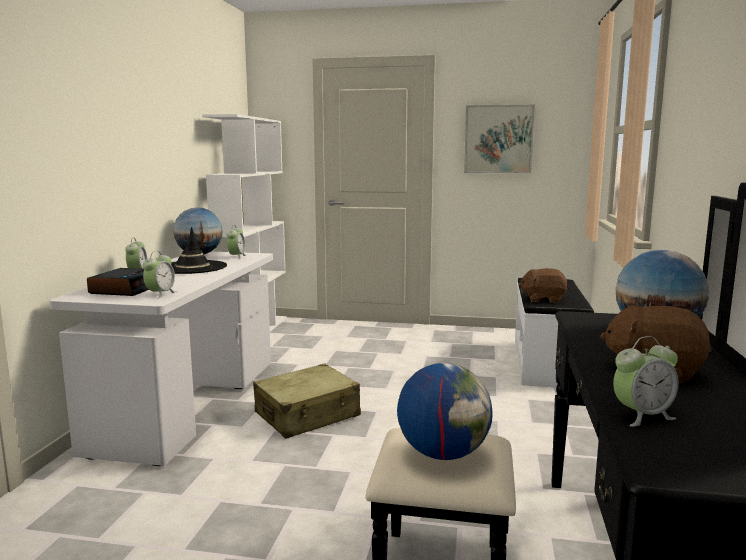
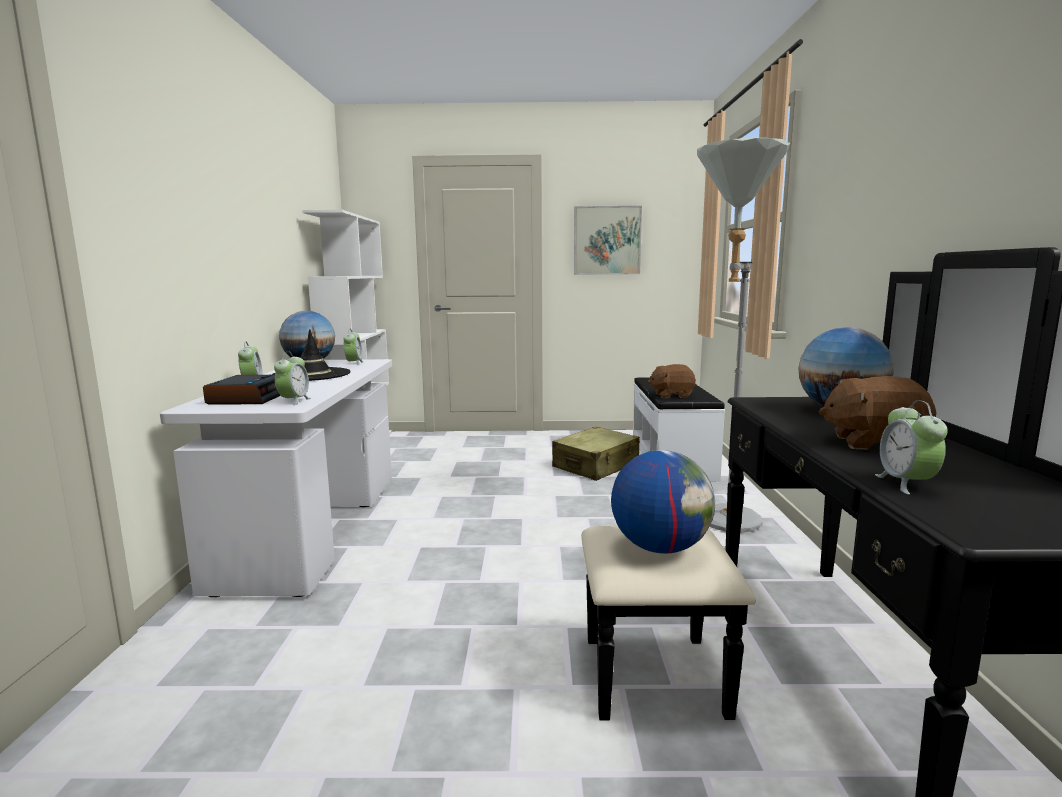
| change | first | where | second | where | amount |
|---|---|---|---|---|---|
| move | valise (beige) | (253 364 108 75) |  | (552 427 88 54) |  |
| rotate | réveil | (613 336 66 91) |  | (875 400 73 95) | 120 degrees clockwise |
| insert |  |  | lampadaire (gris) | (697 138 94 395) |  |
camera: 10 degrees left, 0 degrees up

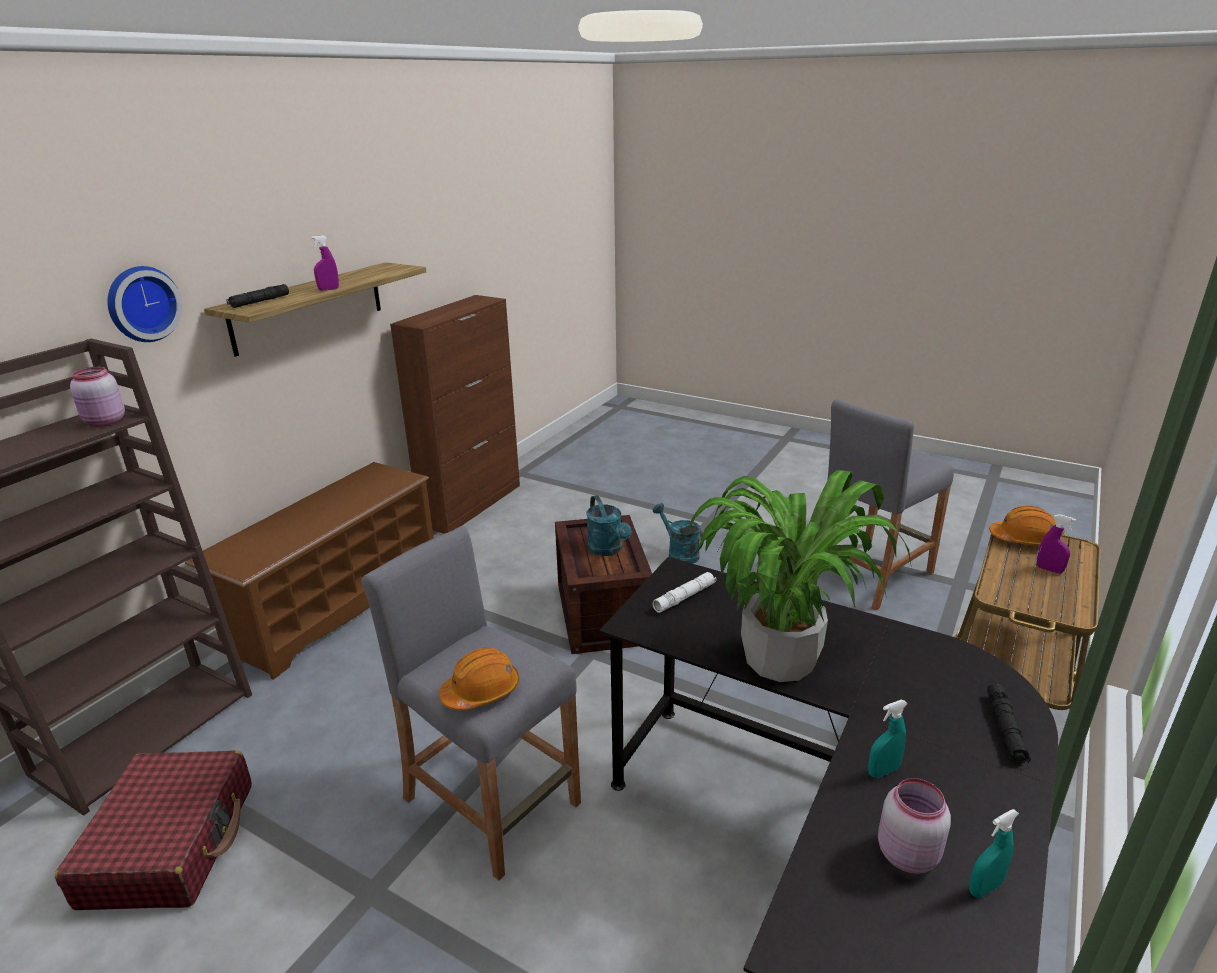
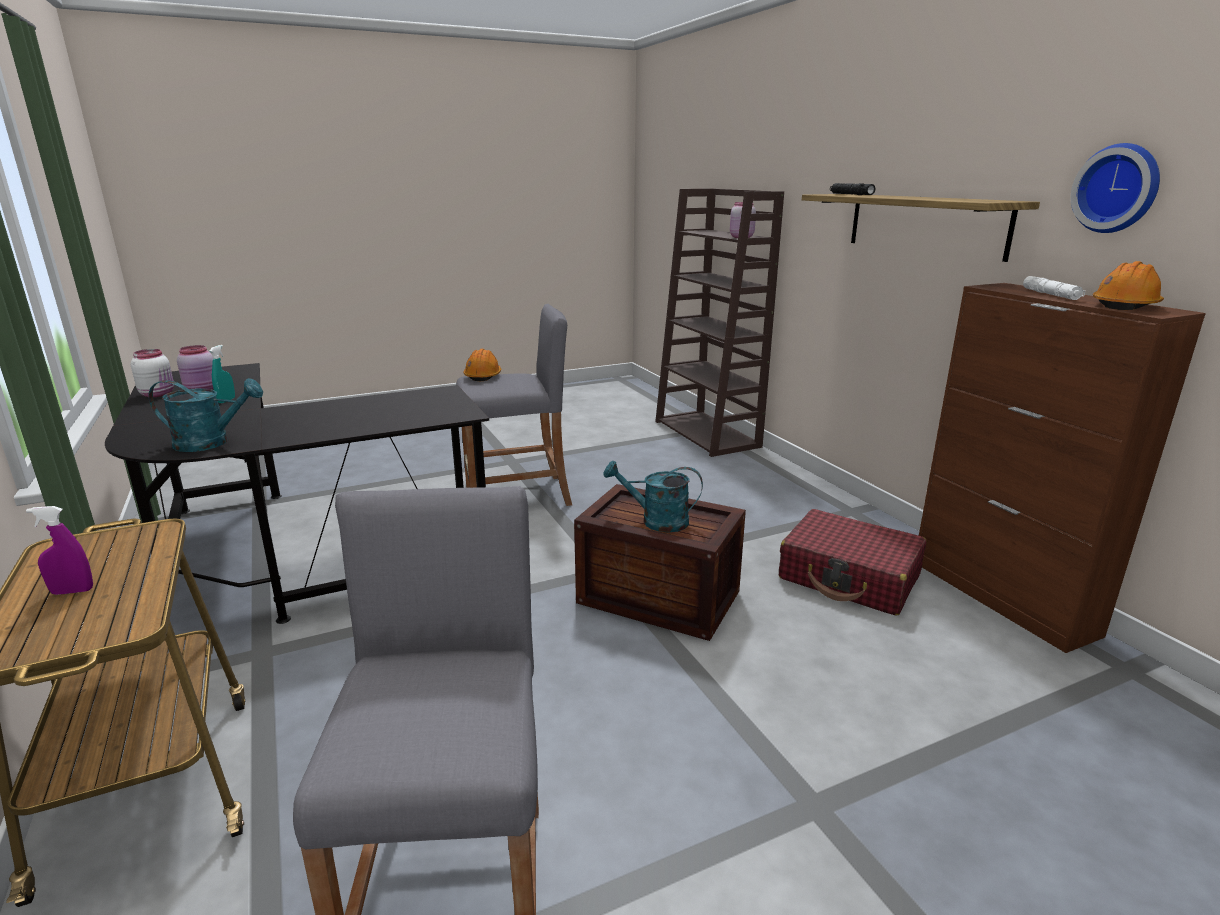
| change | first | where | second | where | amount |
|---|---|---|---|---|---|
| move | valise (rouge) | (55 750 197 160) |  | (779 509 148 107) |  |
| move | horloge murale | (107 266 76 76) |  | (1071 143 89 90) |  |
| delete | étagère à chaussures (marron) | (185 462 249 218) |  |  |  |
| delete | vaporisateur (violet) | (311 235 28 56) |  |  |  |
| move | lampe de poche (blanc) | (652 572 65 41) |  | (1023 276 62 24) |  |
| move | arrosoir (turquoise) | (653 503 51 61) |  | (149 378 114 74) |  |
| delete | plante en pot | (687 470 224 212) |  |  |  |
| replace | vaporisateur (turquoise) | (969 809 50 89) | bocal (blanc) | (131 349 43 48) |  |
| delete | lampe de poche (noir) | (987 683 44 80) |  |  |  |
| move | casque de chantier (orange) | (989 506 67 40) |  | (1093 261 71 49) |  |
camera: 125 degrees right, 5 degrees down

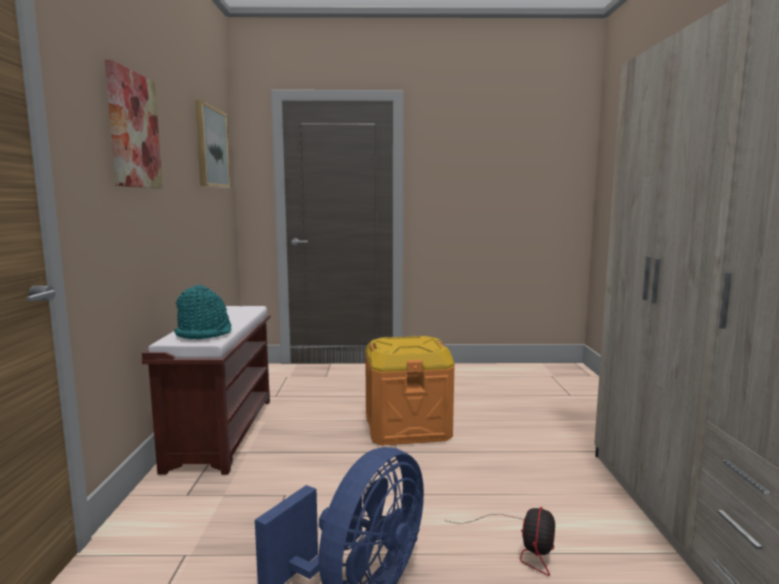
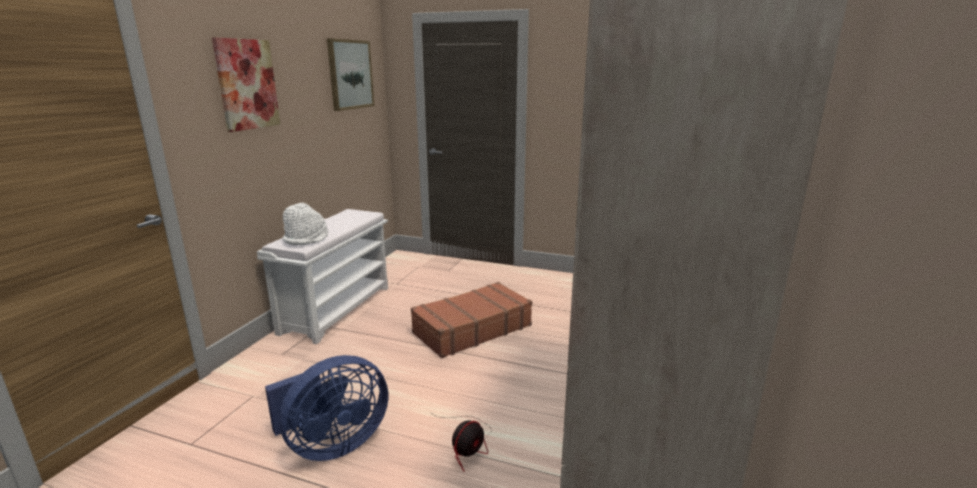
| change | first | where | second | where | amount |
|---|---|---|---|---|---|
| recolor | banc (marron) | (142 306 128 169) | banc (blanc) | (257 209 131 135) |  |
| recolor | chapeau (turquoise) | (174 285 57 54) | chapeau (blanc) | (282 202 46 43) |  |
| replace | boîte de rangement (orange) | (365 336 90 109) | valise (marron) | (411 282 121 76) |  |
camera: 20 degrees right, 10 degrees up

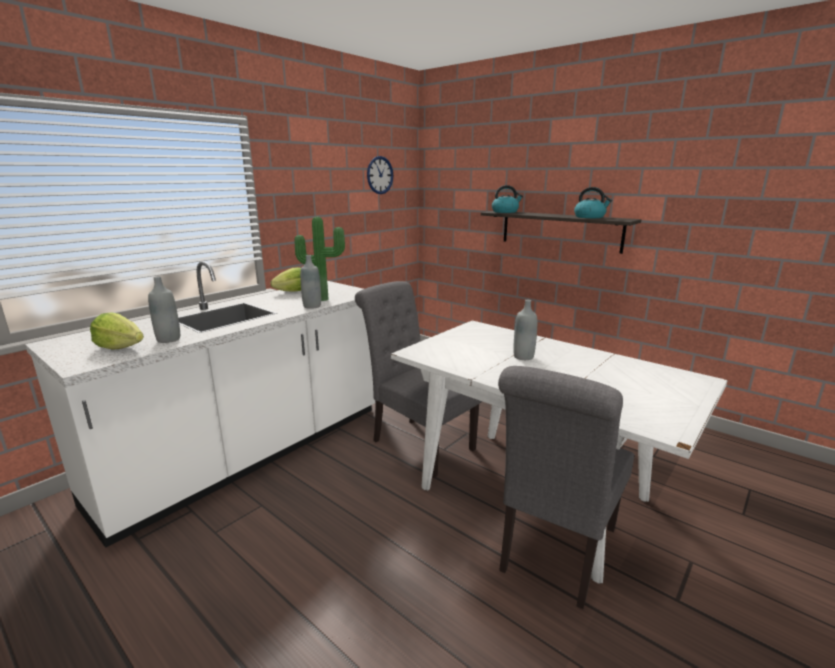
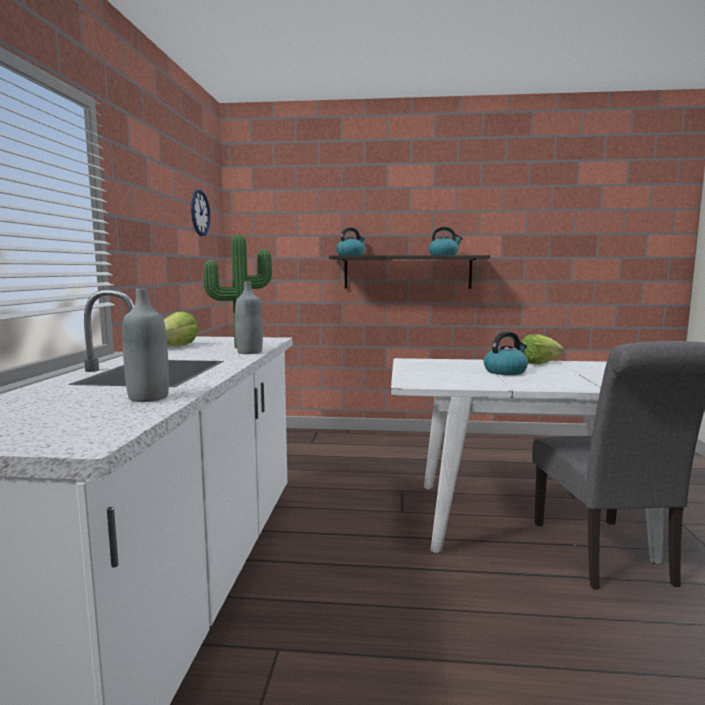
| change | first | where | second | where | amount |
|---|---|---|---|---|---|
| move | laitue | (90 312 54 38) |  | (521 334 42 30) |  |
| delete | chaise (gris) | (355 281 127 197) |  |  |  |
| replace | bouteille (gris) | (513 300 24 60) | bouilloire | (484 331 44 44) |  |
camera: 35 degrees left, 10 degrees down

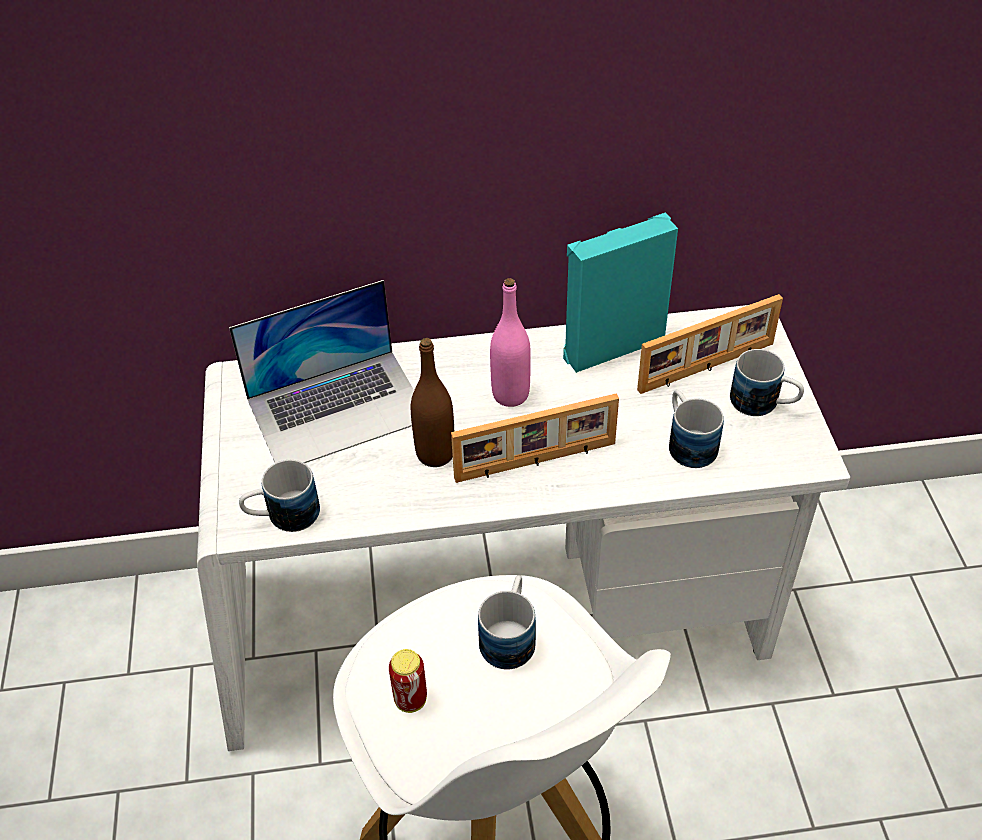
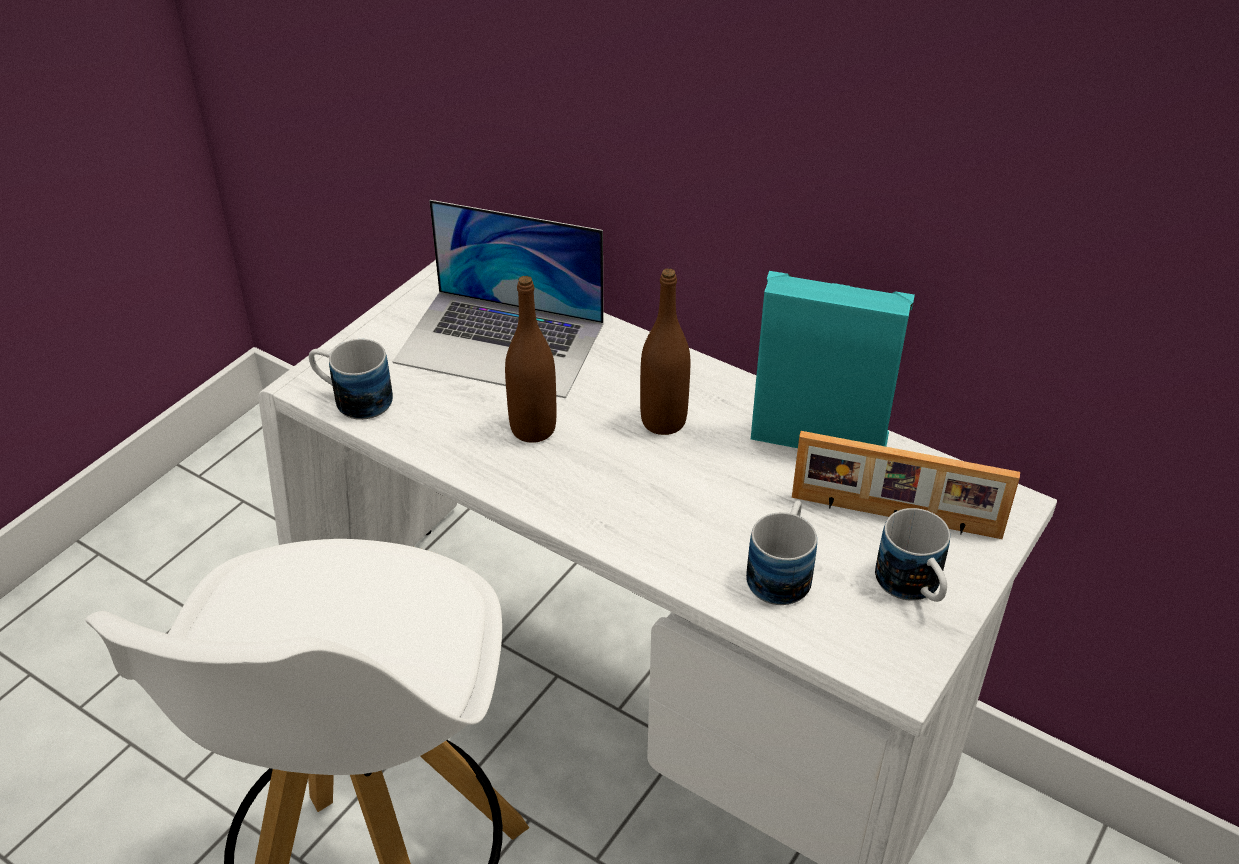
| change | first | where | second | where | amount |
|---|---|---|---|---|---|
| delete | boîte métallique | (389 649 38 64) |  |  |  |
| delete | cadre photo | (451 393 168 90) |  |  |  |
| delete | mug | (478 575 58 95) |  |  |  |
| recolor | bouteille (rose) | (490 278 41 129) | bouteille (marron) | (640 269 50 166) |  |
camera: 40 degrees right, 5 degrees down

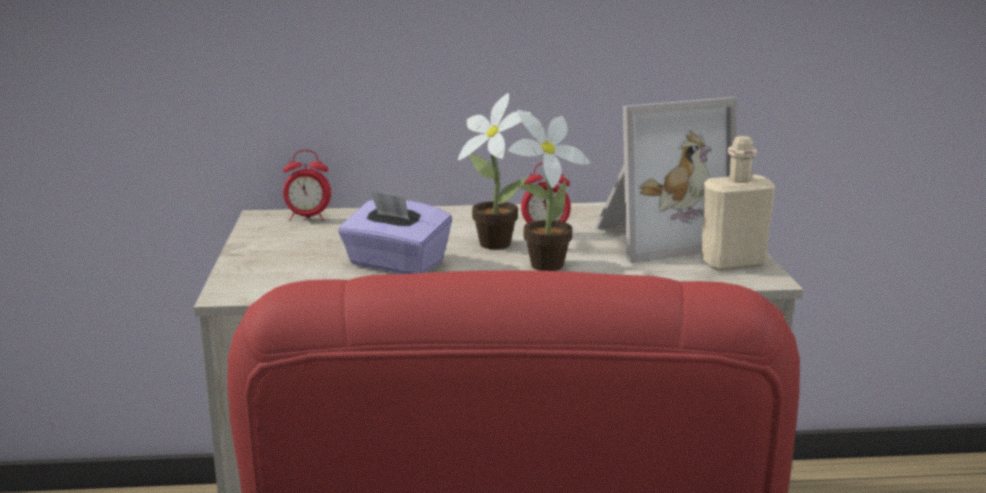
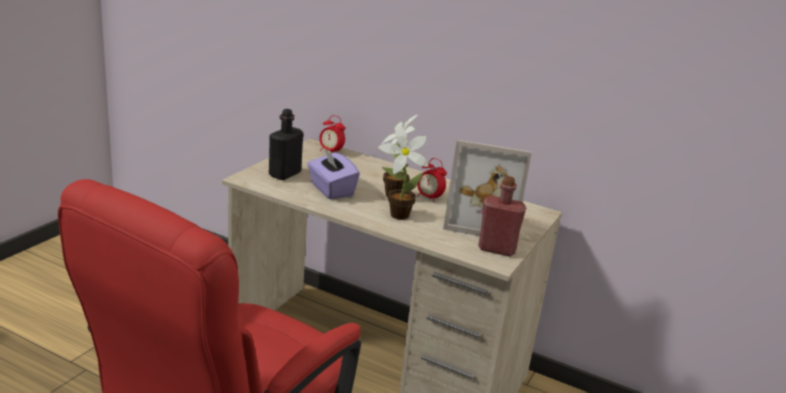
| change | first | where | second | where | amount |
|---|---|---|---|---|---|
| recolor | bouteille (beige) | (701 136 74 135) | bouteille (rouge) | (478 176 48 80) |  |
| insert |  |  | bouteille (noir) | (269 109 34 71) |  |
camera: 30 degrees right, 5 degrees up

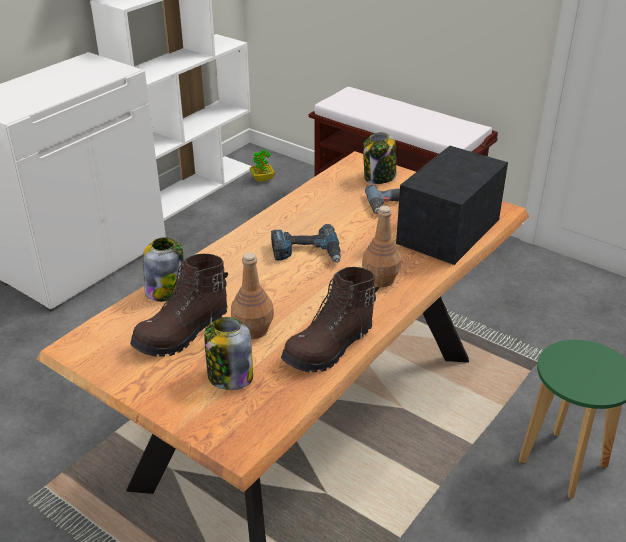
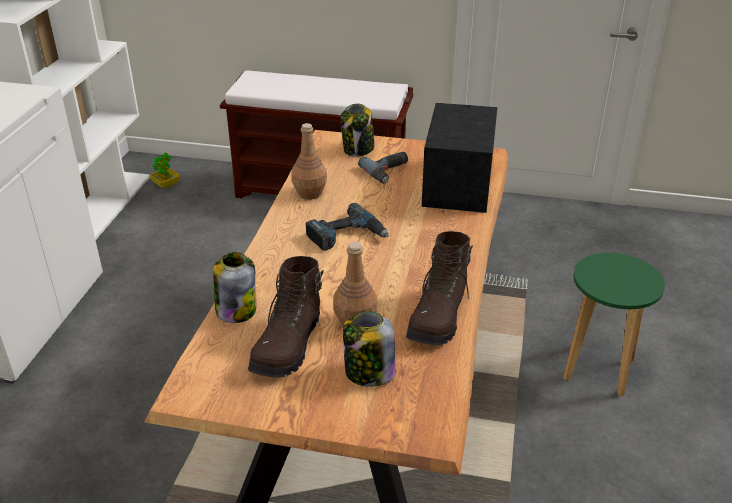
| change | first | where | second | where | amount |
|---|---|---|---|---|---|
| move | bouteille (marron) | (362 206 39 81) |  | (291 123 36 77) |  |
camera: 25 degrees left, 0 degrees up

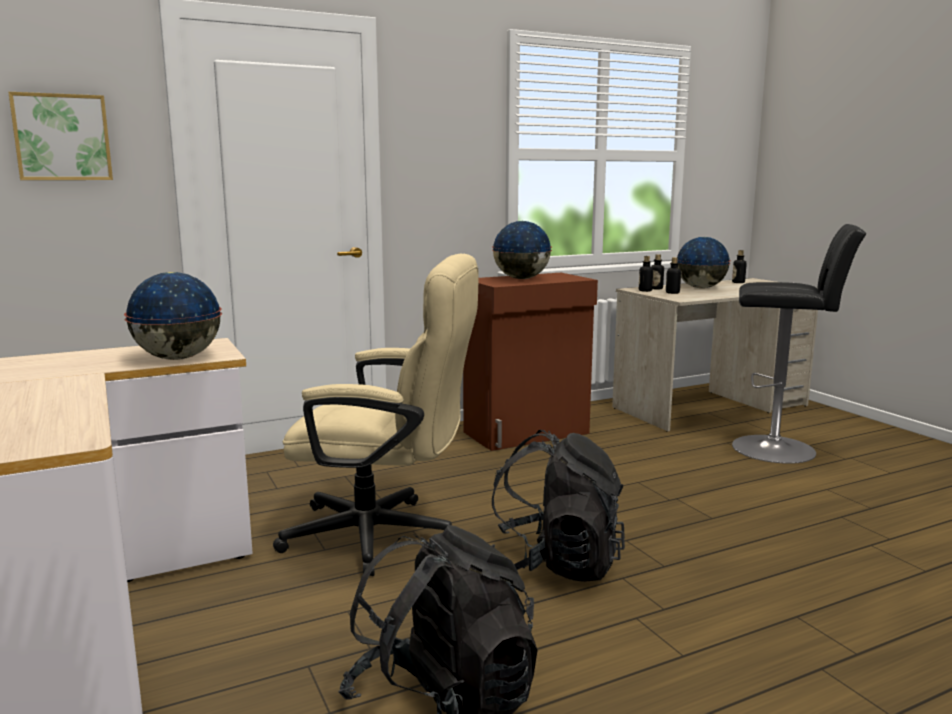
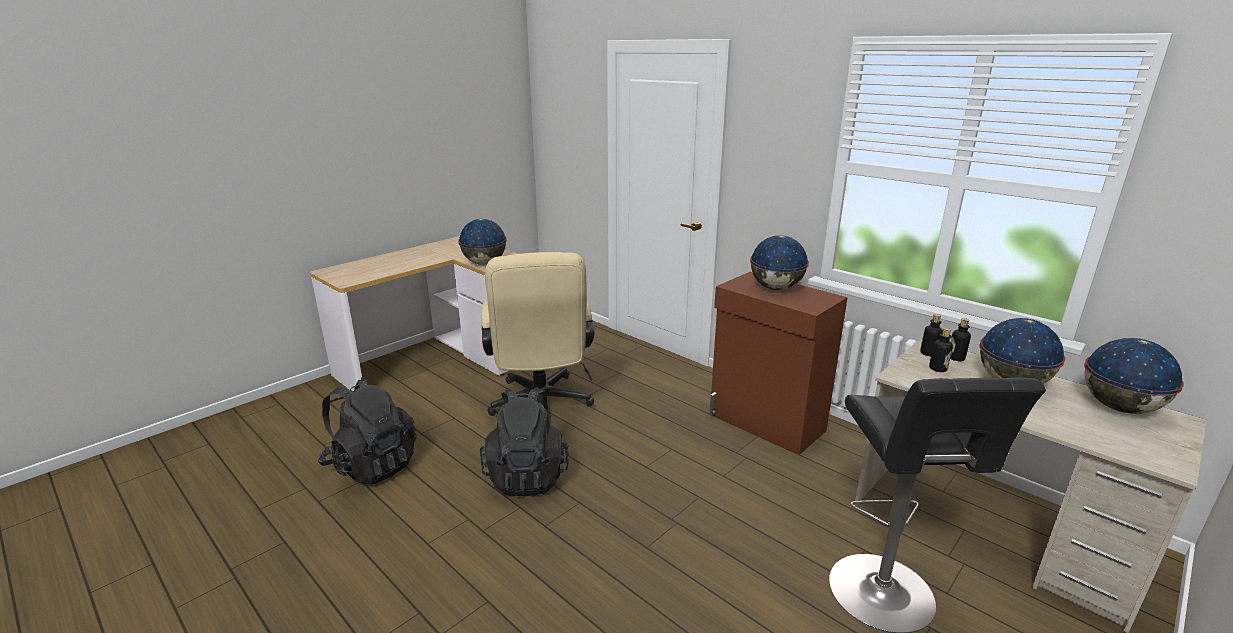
| change | first | where | second | where | amount |
|---|---|---|---|---|---|
| delete | tableau | (8 92 105 88) |  |  |  |
| replace | bouteille | (732 250 15 33) | globe | (1084 338 100 76) |  |
camera: 70 degrees right, 10 degrees up

